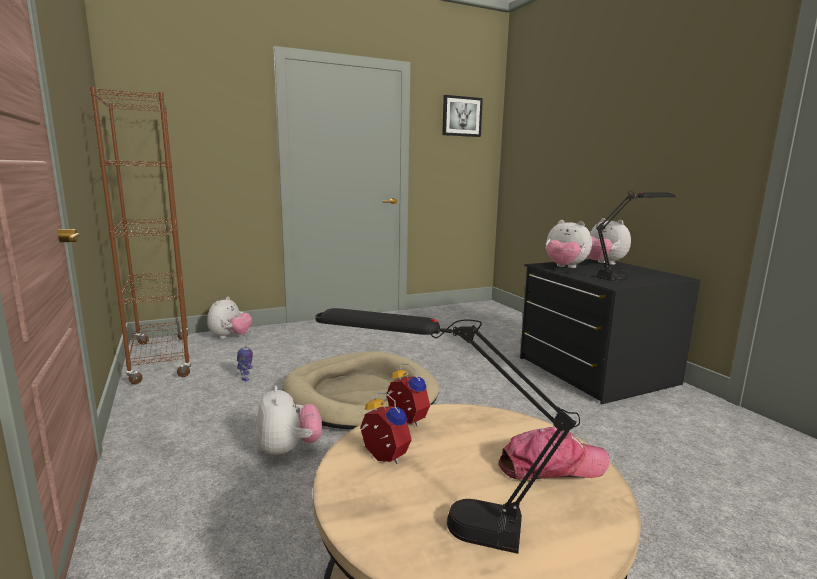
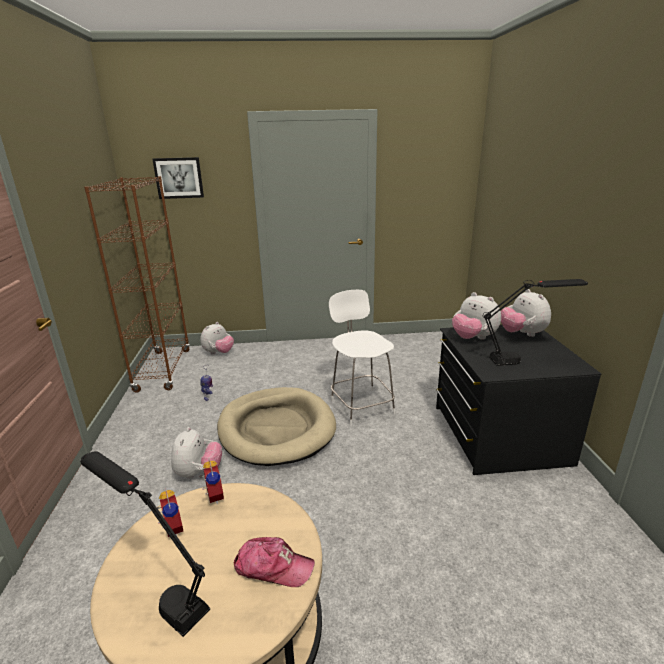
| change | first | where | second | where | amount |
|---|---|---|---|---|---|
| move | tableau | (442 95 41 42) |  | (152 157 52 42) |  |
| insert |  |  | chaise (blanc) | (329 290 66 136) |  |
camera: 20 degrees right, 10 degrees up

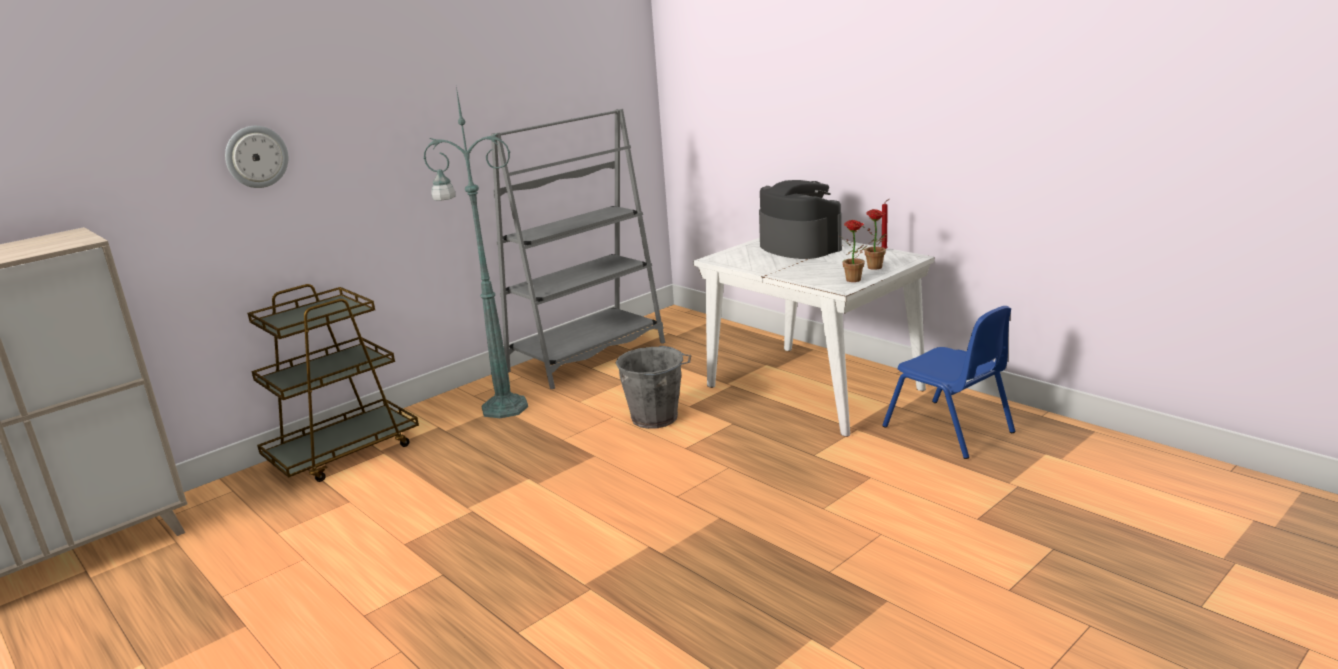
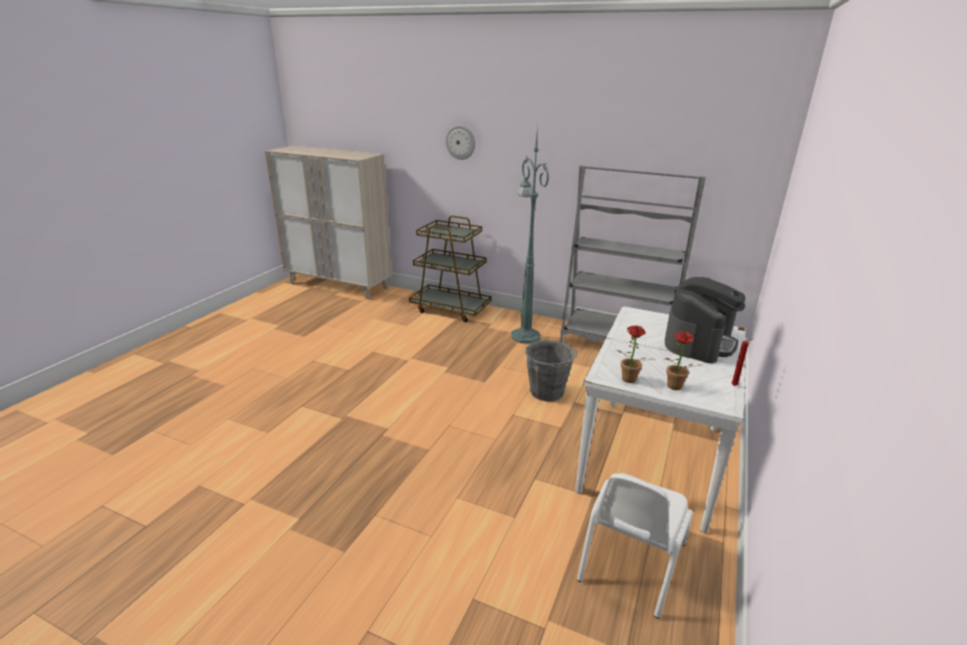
| change | first | where | second | where | amount |
|---|---|---|---|---|---|
| recolor | chaise (bleu) | (882 306 133 153) | chaise (blanc) | (577 473 116 146) |  |
camera: 65 degrees right, 5 degrees up

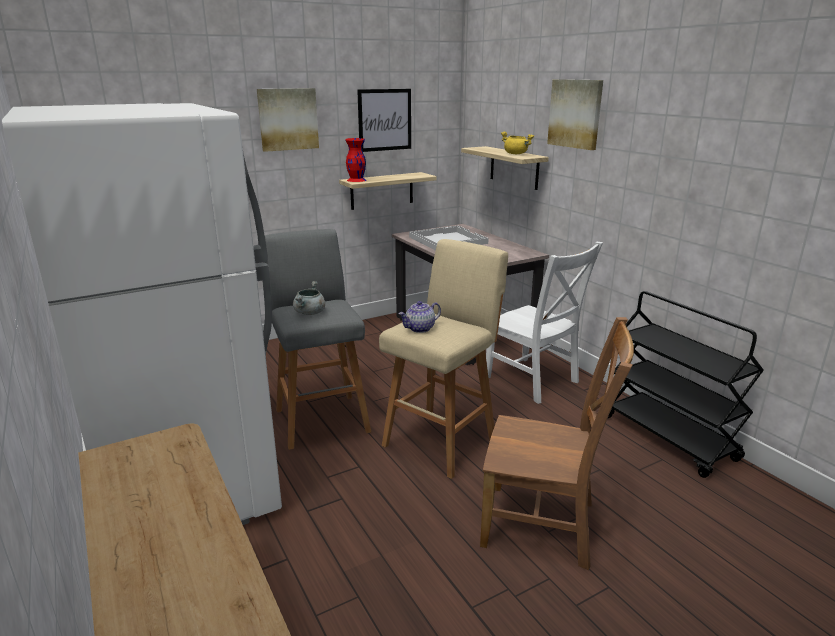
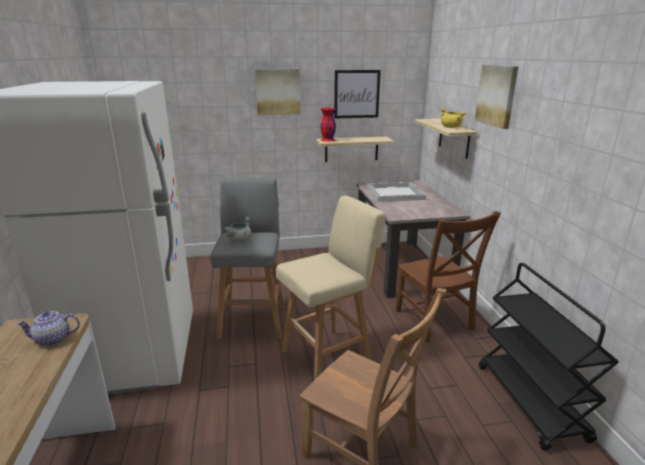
| change | first | where | second | where | amount |
|---|---|---|---|---|---|
| move | théière | (399 301 42 32) |  | (16 311 64 35) |  |
| recolor | chaise (blanc) | (486 242 117 162) | chaise (marron) | (396 211 105 132) |  |
camera: 20 degrees right, 0 degrees up

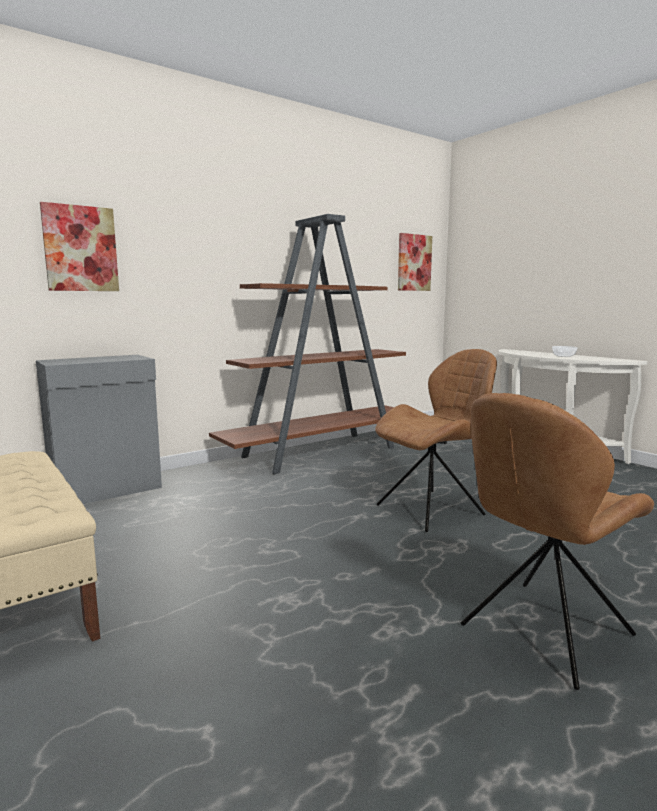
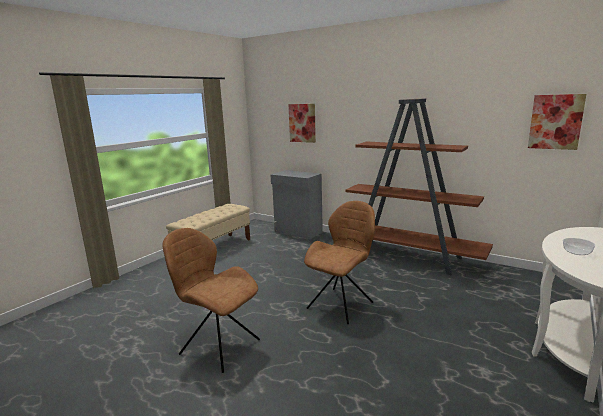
| change | first | where | second | where | amount |
|---|---|---|---|---|---|
| rotate | chaise (marron) | (375 349 122 183) |  | (304 201 71 123) | 90 degrees counterclockwise |
camera: 70 degrees right, 5 degrees up

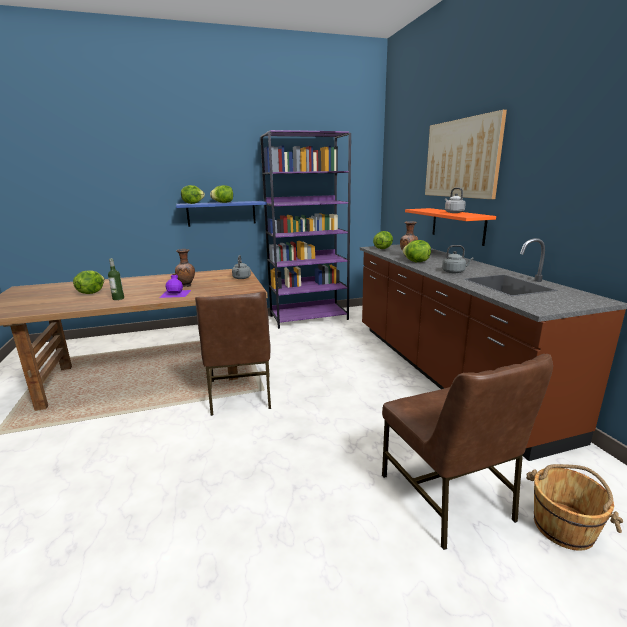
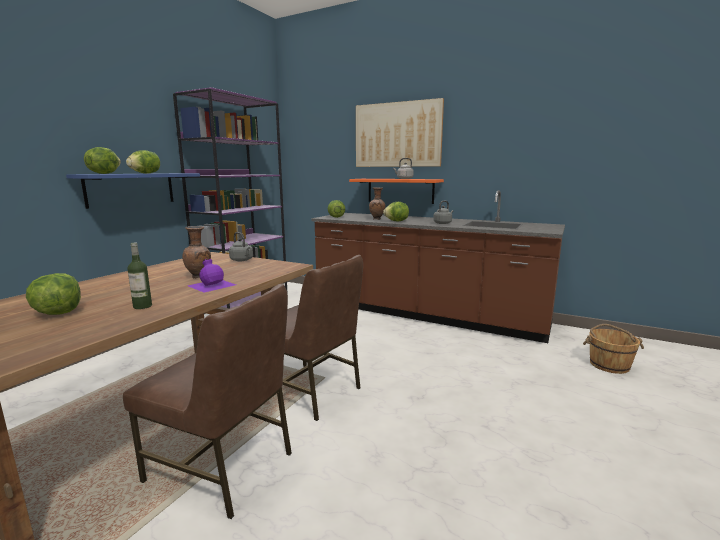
| change | first | where | second | where | amount |
|---|---|---|---|---|---|
| move | chaise (marron) | (382 354 171 196) |  | (123 283 169 236) |  |
camera: 45 degrees left, 5 degrees down

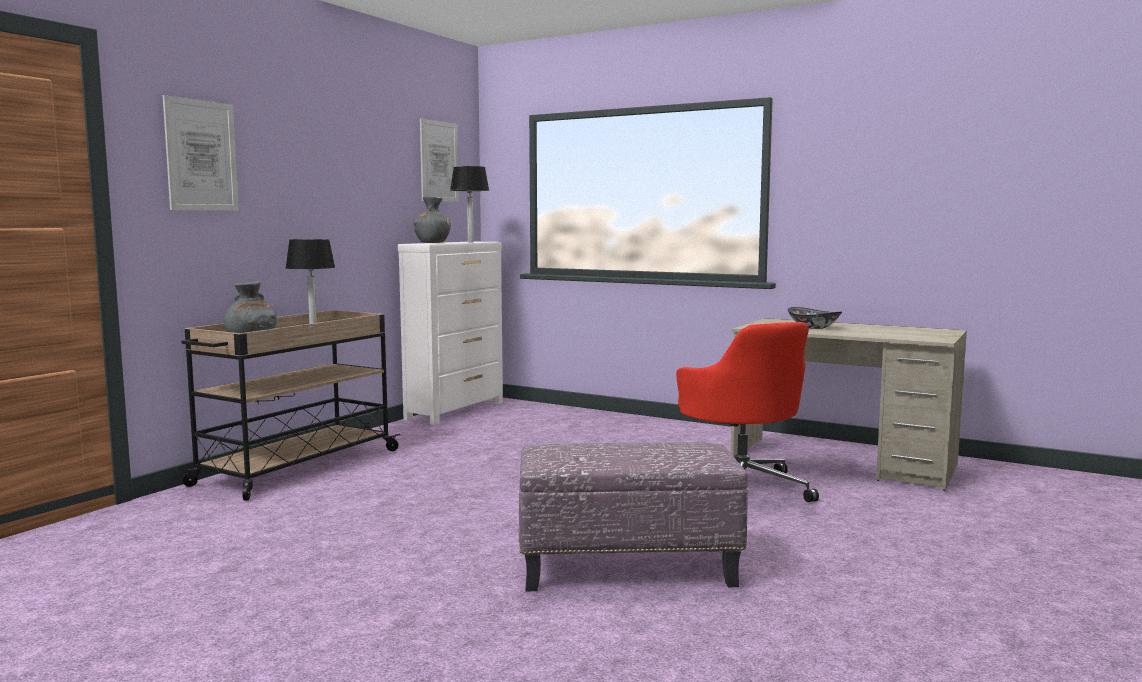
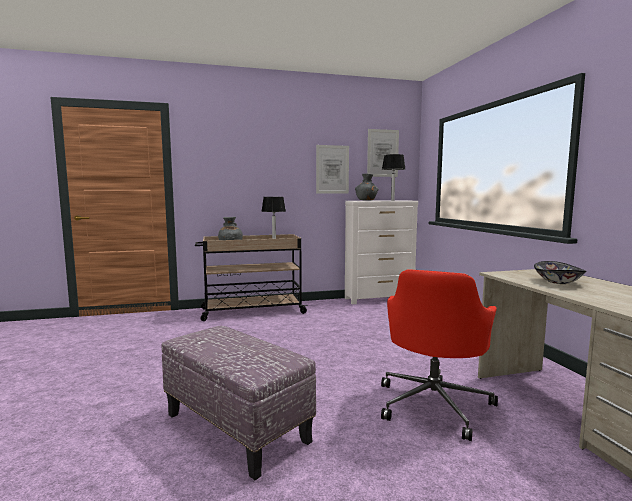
| change | first | where | second | where | amount |
|---|---|---|---|---|---|
| move | tableau | (163 95 76 116) |  | (316 145 33 49) |  |
camera: 45 degrees right, 0 degrees up

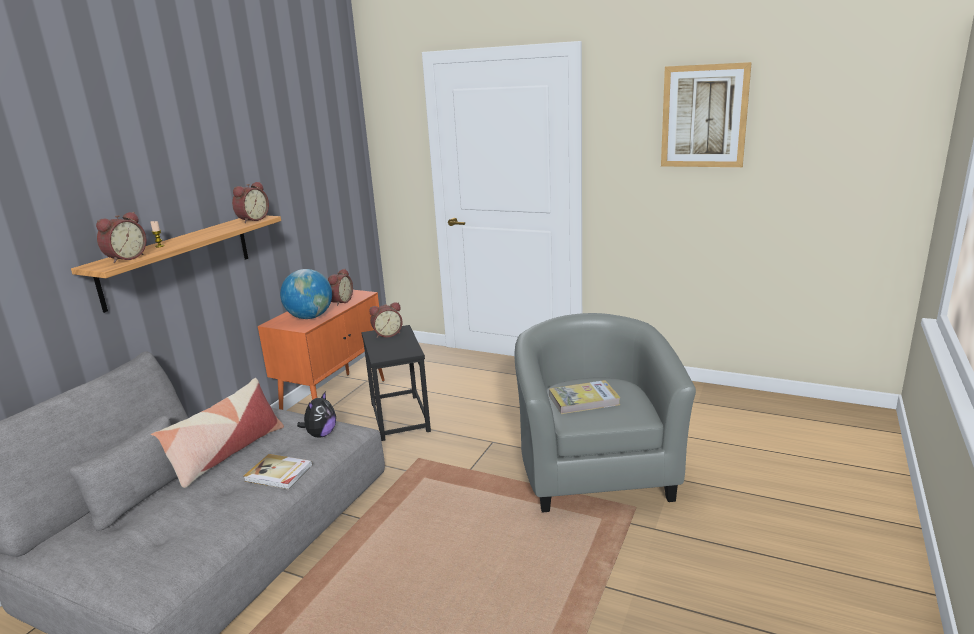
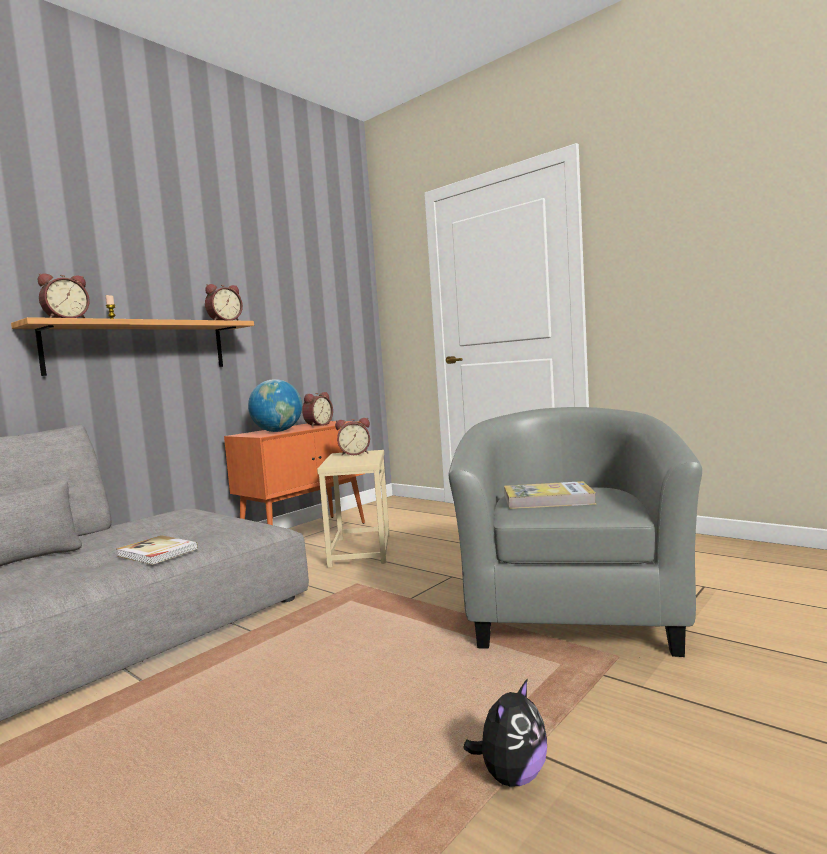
| change | first | where | second | where | amount |
|---|---|---|---|---|---|
| delete | coussin | (150 378 134 110) |  |  |  |
| move | peluche | (297 391 39 47) |  | (463 678 84 109) |  |
| recolor | table d'appoint (noir) | (362 325 69 116) | table d'appoint (beige) | (317 450 73 118) |  |
| delete | tableau | (661 62 91 105) |  |  |  |
camera: 15 degrees right, 15 degrees down

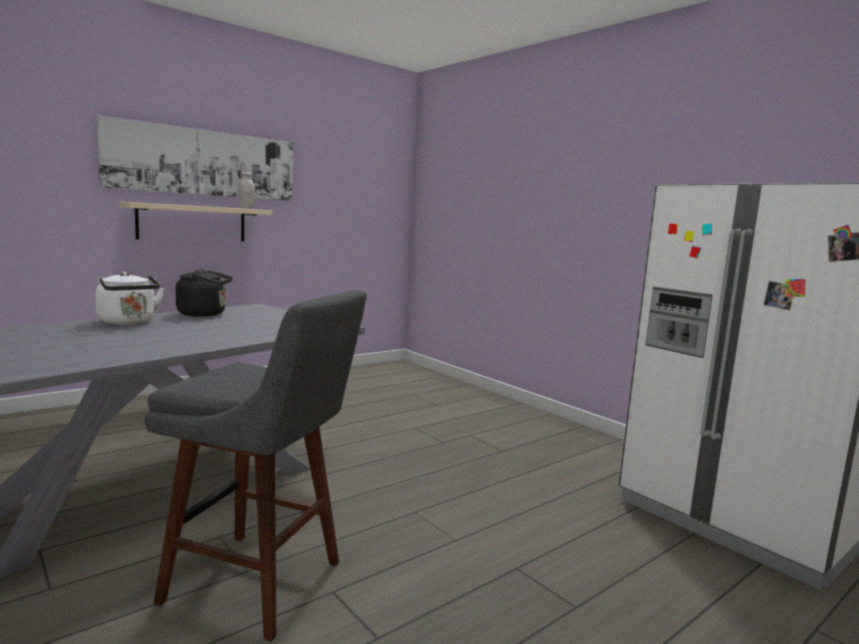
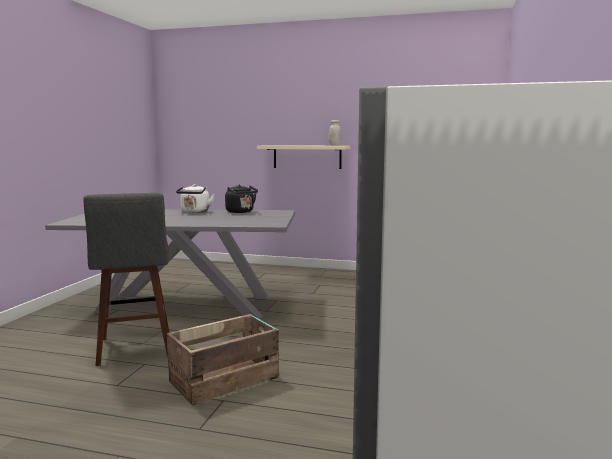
| change | first | where | second | where | amount |
|---|---|---|---|---|---|
| delete | tableau | (97 115 196 86) |  |  |  |
| insert |  |  | caisse | (167 314 112 91) |  |
camera: 55 degrees right, 0 degrees up

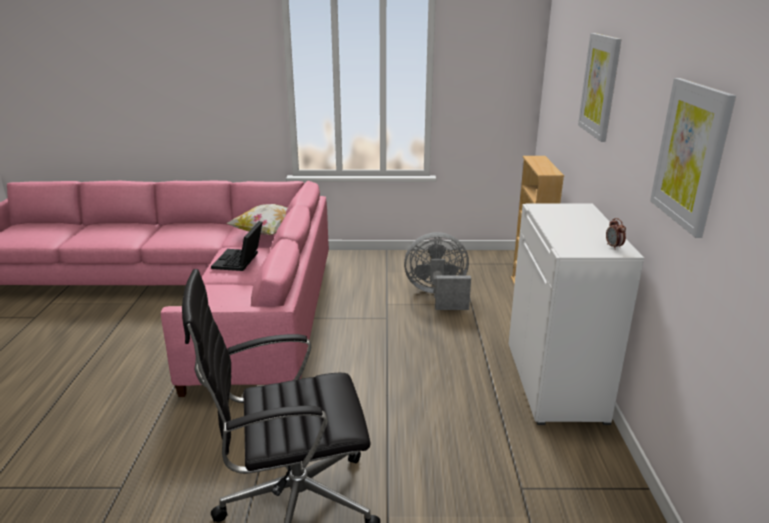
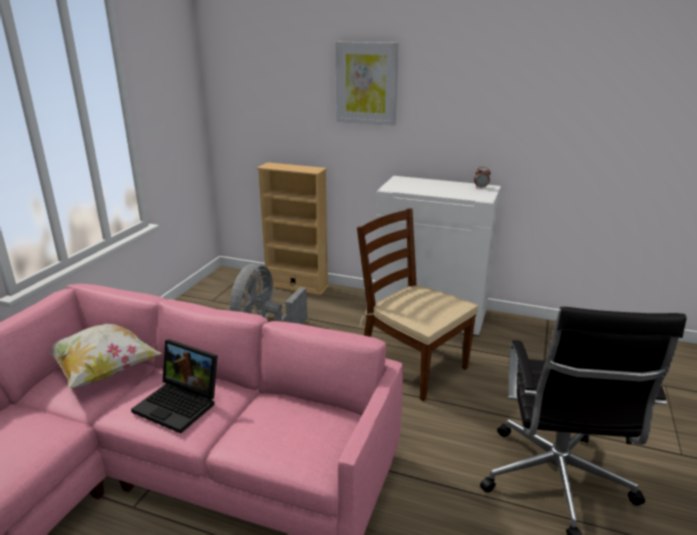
| change | first | where | second | where | amount |
|---|---|---|---|---|---|
| delete | tableau | (650 78 86 160) |  |  |  |
| insert |  |  | chaise (marron) | (357 208 121 193) |  |
camera: 70 degrees left, 0 degrees up

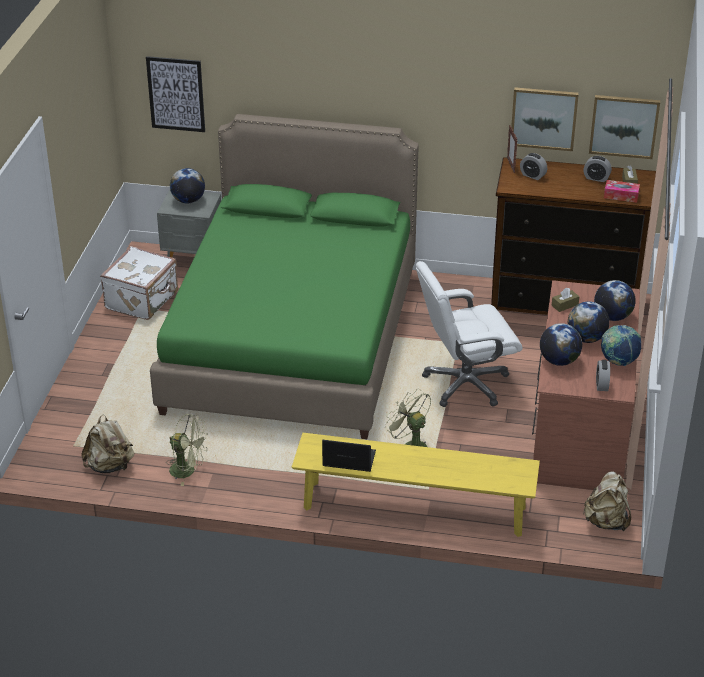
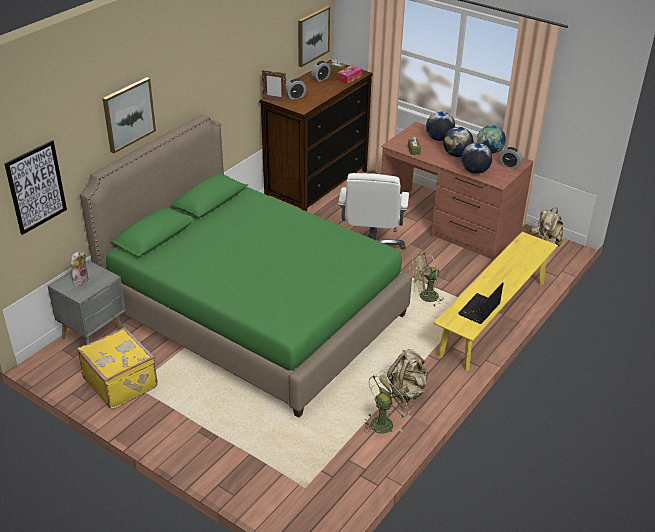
| change | first | where | second | where | amount |
|---|---|---|---|---|---|
| move | sac à dos (beige) | (81 414 53 59) |  | (387 349 41 53) |  |
| recolor | valise (blanc) | (100 246 78 74) | valise (jaune) | (77 327 81 82) |  |
| replace | globe | (170 168 35 36) | peluche | (70 252 19 34) |  |
| move | tableau | (511 87 68 64) |  | (103 77 53 76) |  |
camera: 65 degrees left, 0 degrees up

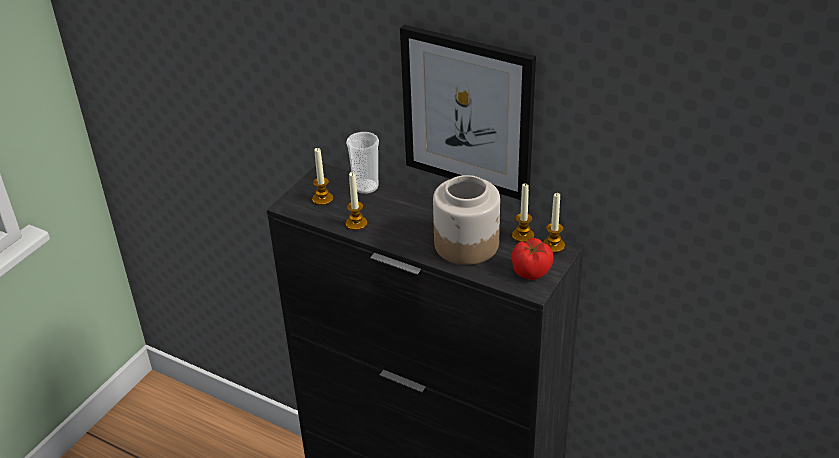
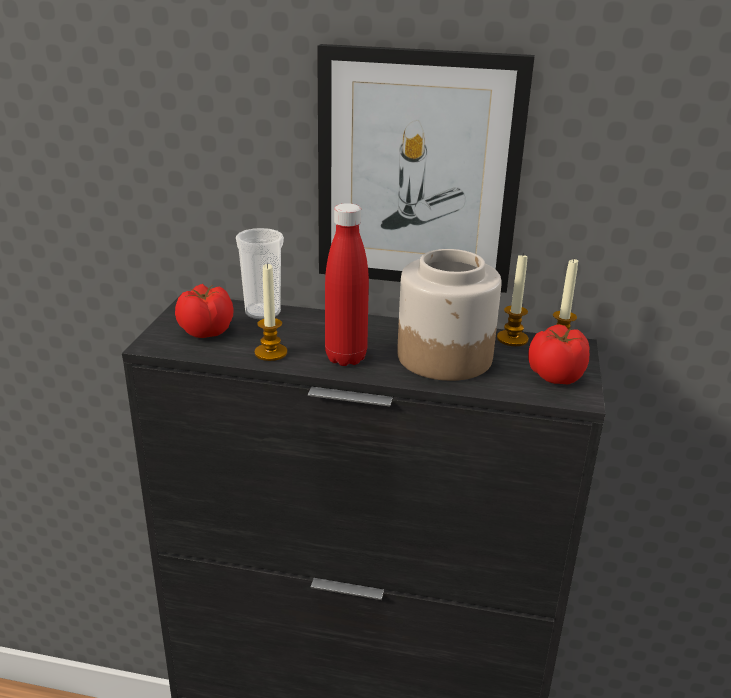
| change | first | where | second | where | amount |
|---|---|---|---|---|---|
| replace | bougie | (312 148 21 57) | tomate | (175 284 59 54) |  |
| insert |  |  | bouteille (rouge) | (325 203 44 163) |  |
camera: 20 degrees left, 10 degrees down

